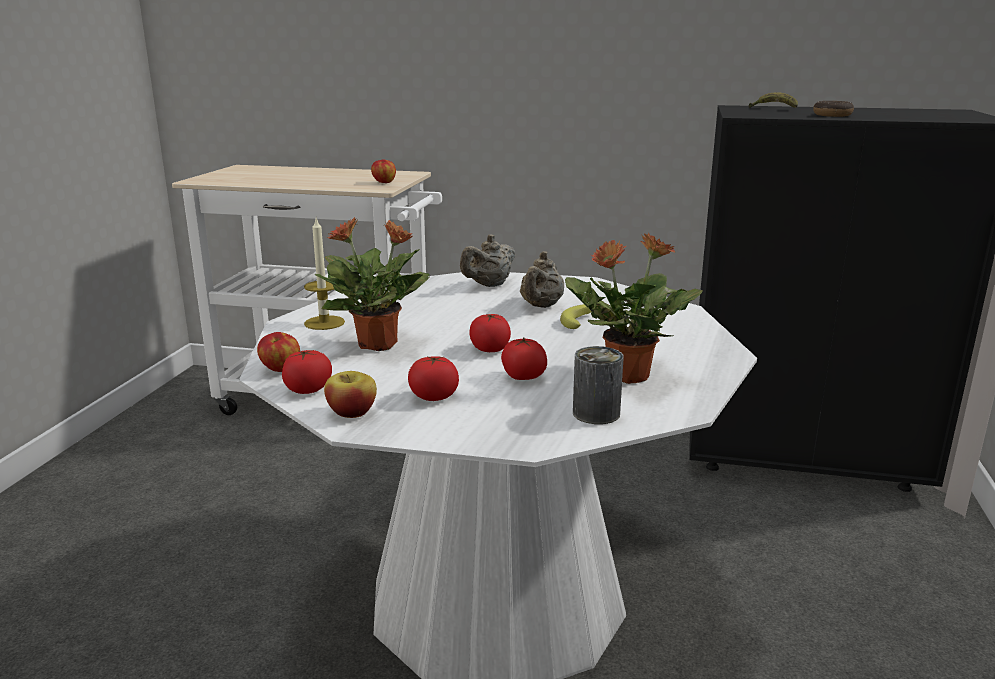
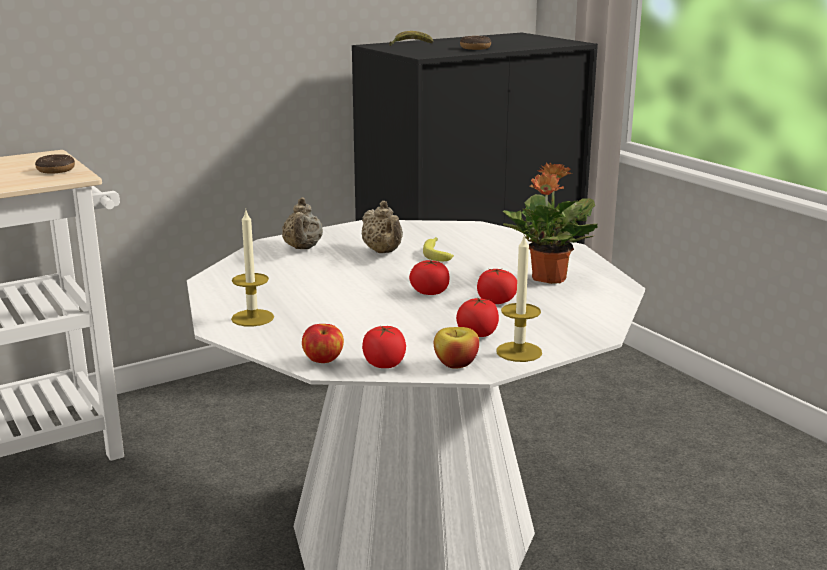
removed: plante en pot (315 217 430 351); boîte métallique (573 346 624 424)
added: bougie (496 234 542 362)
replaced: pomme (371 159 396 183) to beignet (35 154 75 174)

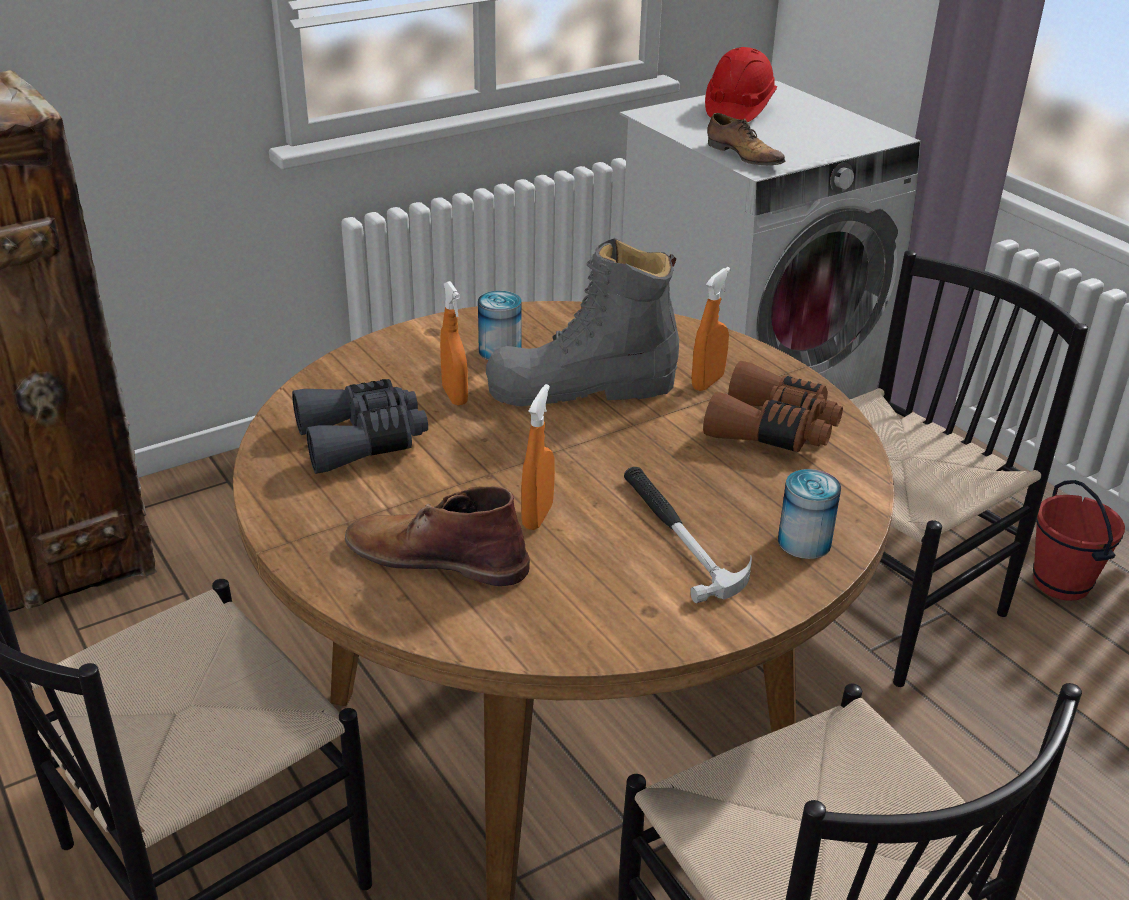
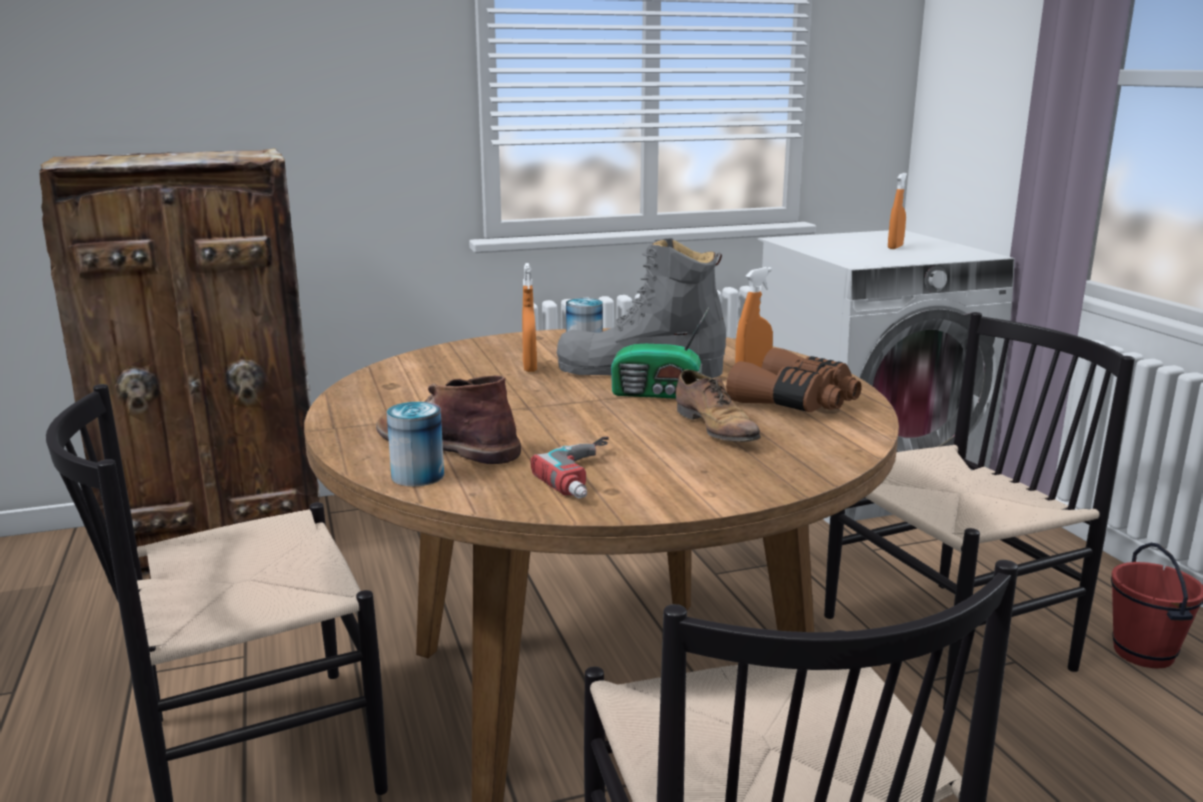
removed: jumelles (gris) (292 379 428 474); marteau (624 467 752 603); casque de chantier (rouge) (705 47 777 122)
added: perceuse (531 437 609 498); radio (611 307 709 399)
moved: boîte métallique (778 469 841 559) to (387 402 444 486); chaussure (707 113 785 170) to (676 370 761 449); vaporisateur (orange) (521 384 555 530) to (888 173 907 249)

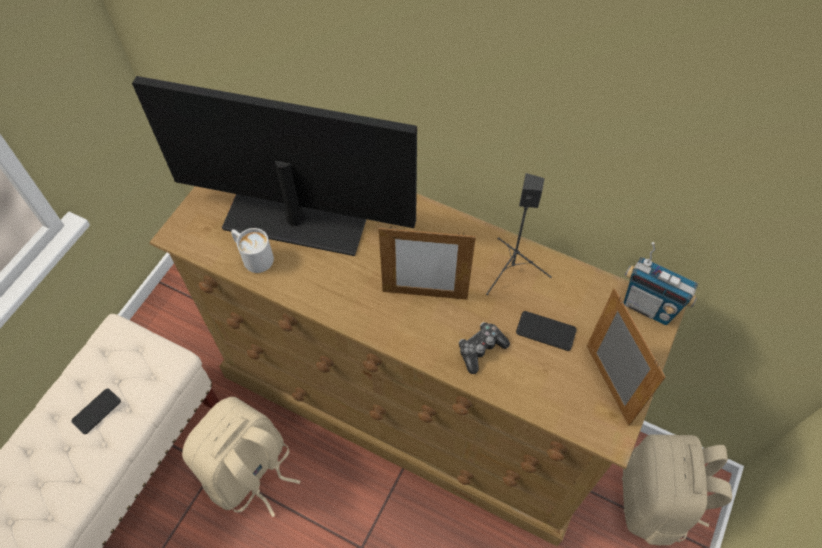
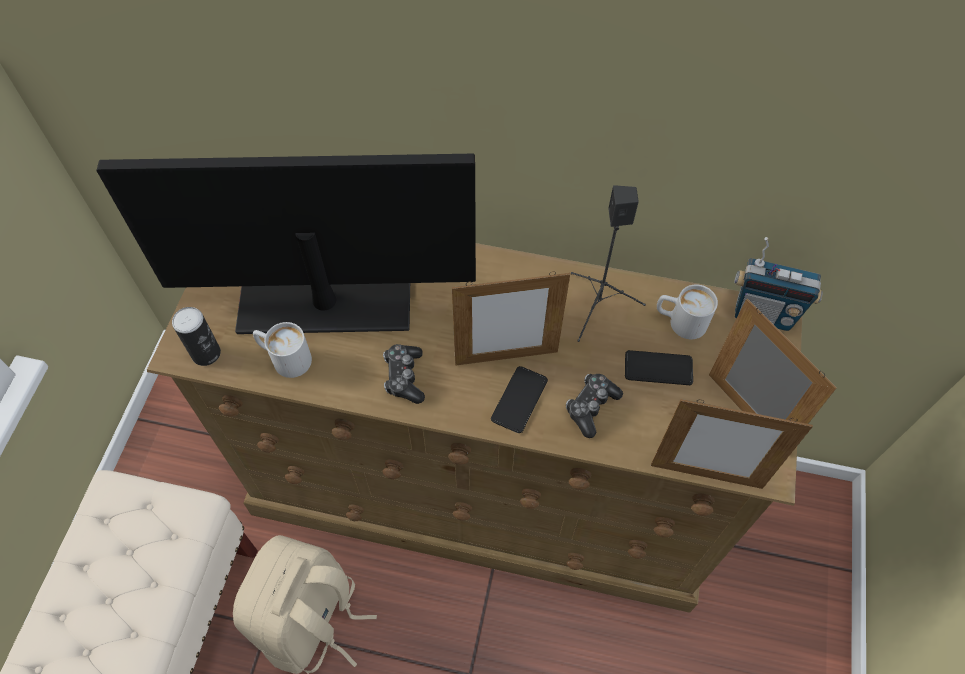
removed: sac à dos (beige) (622 434 732 545)
added: boîte métallique (172 307 221 366); manette (383 344 425 404); cadre photo (651 399 813 489); mug (blanc) (657 284 718 339)
moved: téléphone (71 388 121 434) to (491 366 548 433)

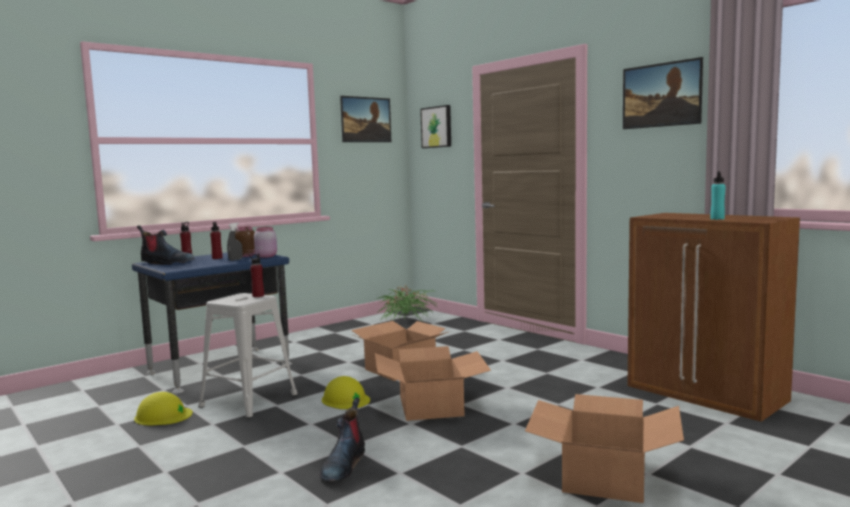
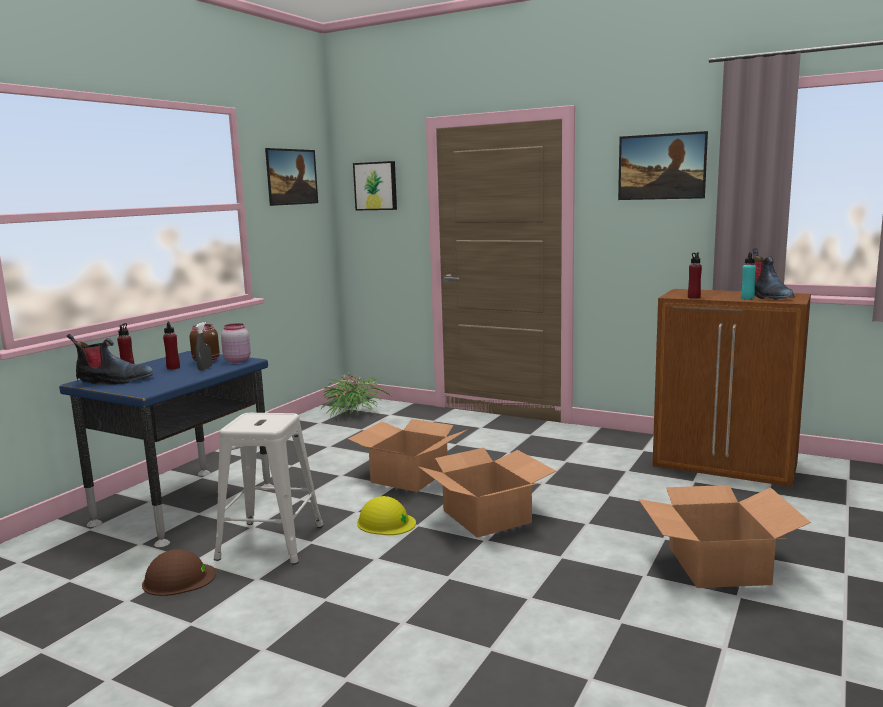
moved: bouteille (rouge) (249 253 264 297) to (688 252 702 299); botte (320 398 365 481) to (752 248 795 300)
recoloured: casque de chantier (jaune) (134 392 193 425) to casque de chantier (marron) (142 549 216 596)

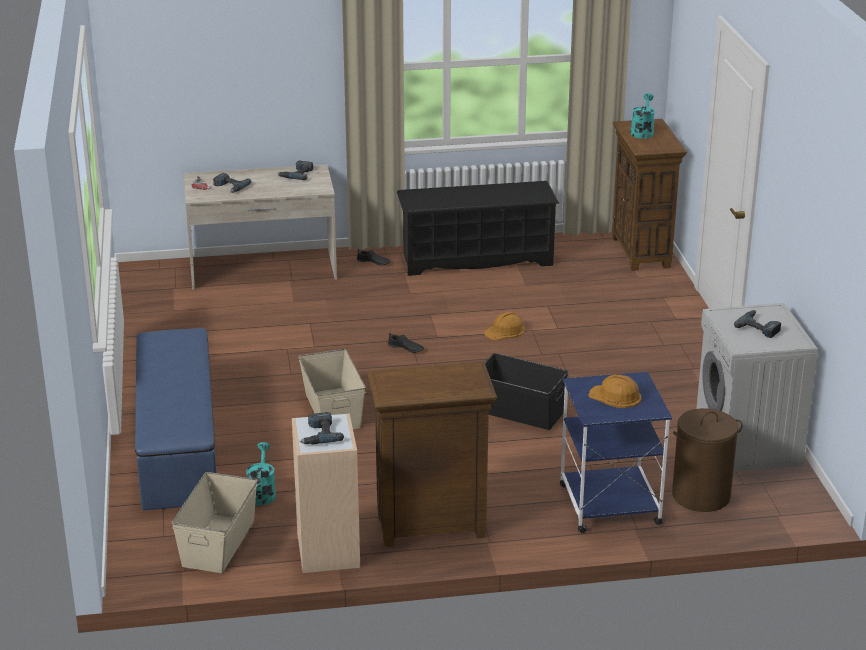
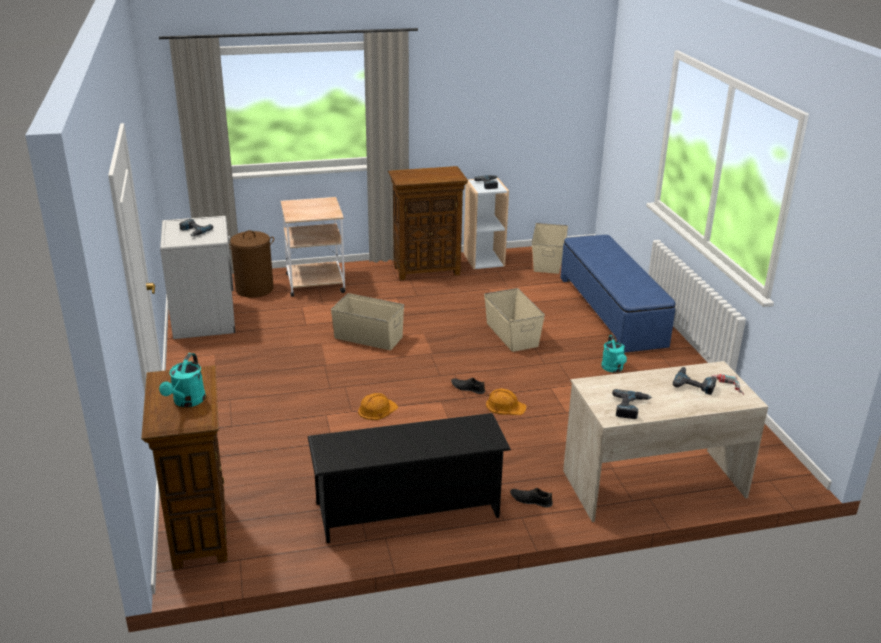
moved: casque de chantier (orange) (588 375 642 408) to (486 389 526 415); arrosoir (turquoise) (246 442 276 506) to (601 335 627 373)
recoloured: chariot (bleu) (560 372 672 533) to chariot (beige) (281 197 346 297); boîte de rangement (noir) (485 353 568 430) to boîte de rangement (beige) (331 293 404 350)

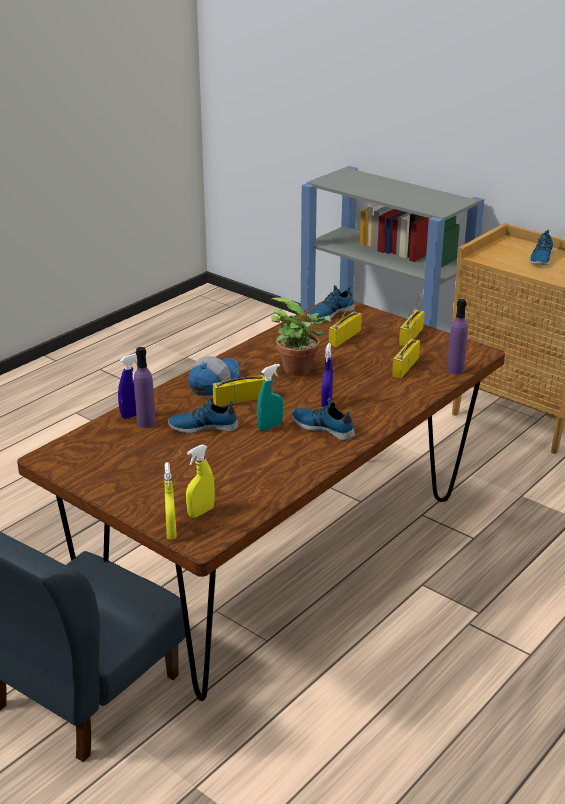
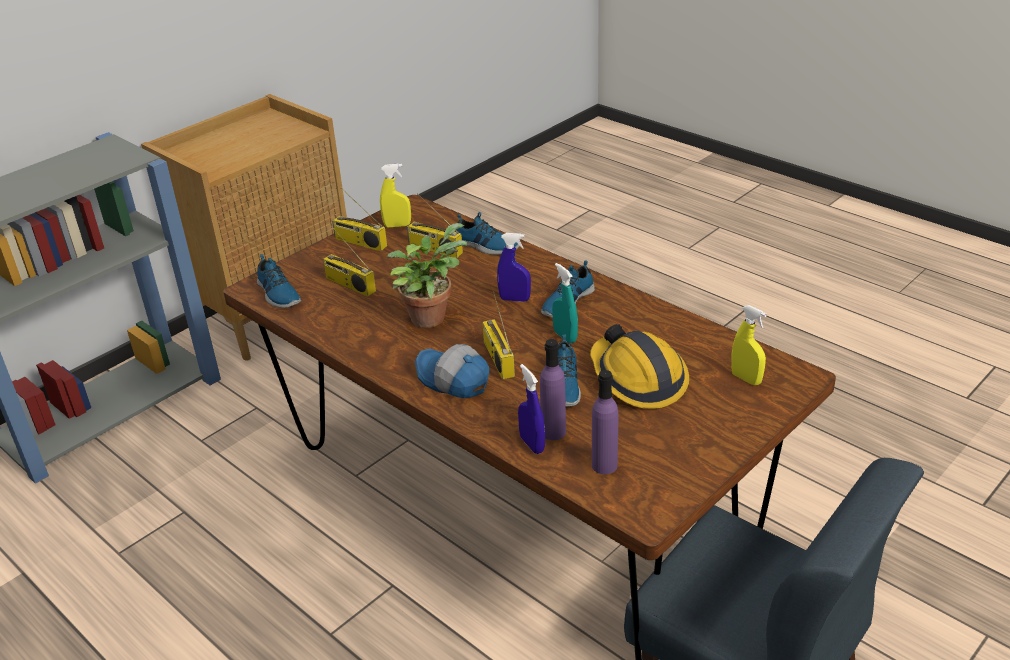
added: casque de chantier (590 324 689 409)
moved: vaporisateur (jaune) (164 462 177 540) to (380 164 411 227); chaussure (529 230 553 265) to (455 212 520 255); bouteille (violet) (447 299 468 374) to (592 370 618 474)

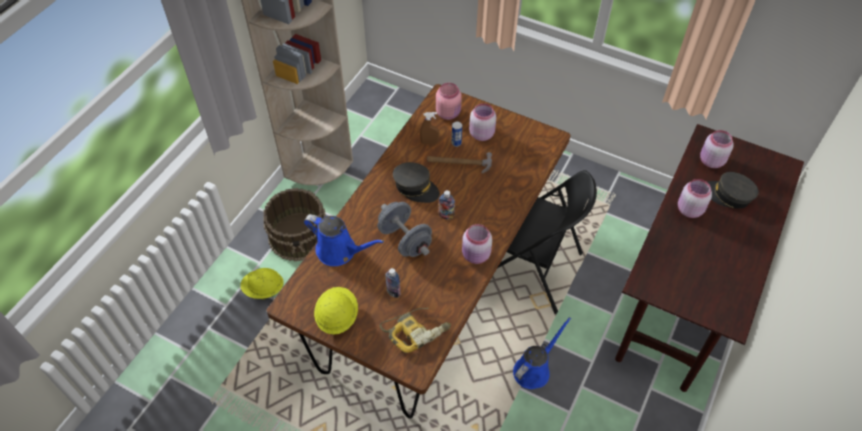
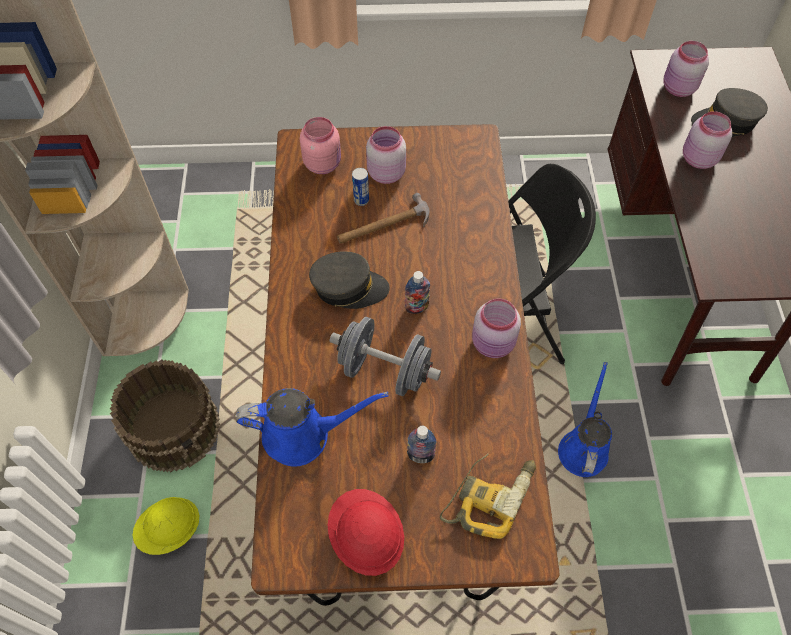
removed: vaporisateur (marron) (420 112 439 144)
recoloured: casque de chantier (jaune) (314 287 358 335) to casque de chantier (rouge) (328 489 404 576)

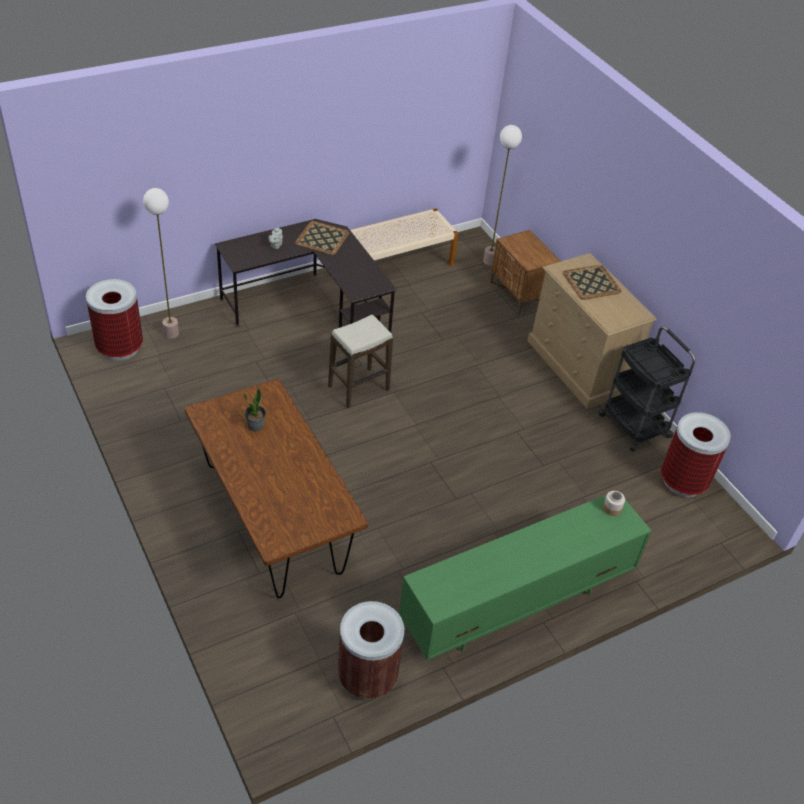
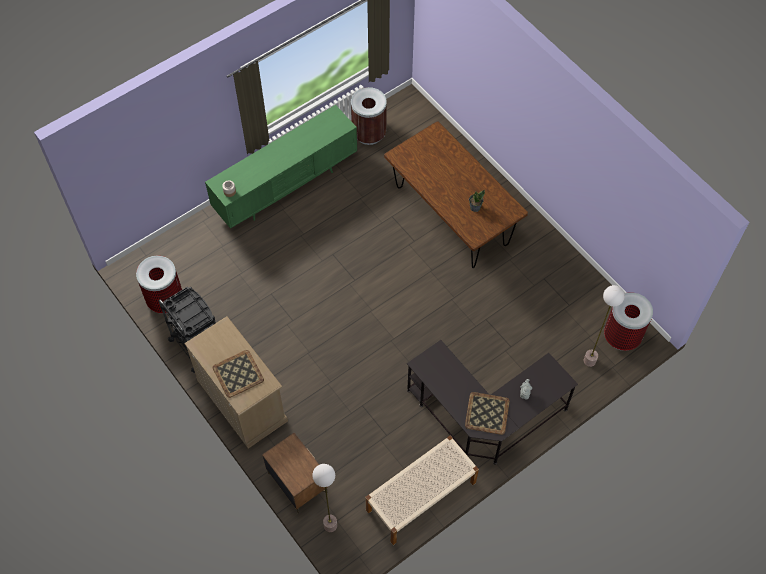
removed: tabouret (328 315 393 408)

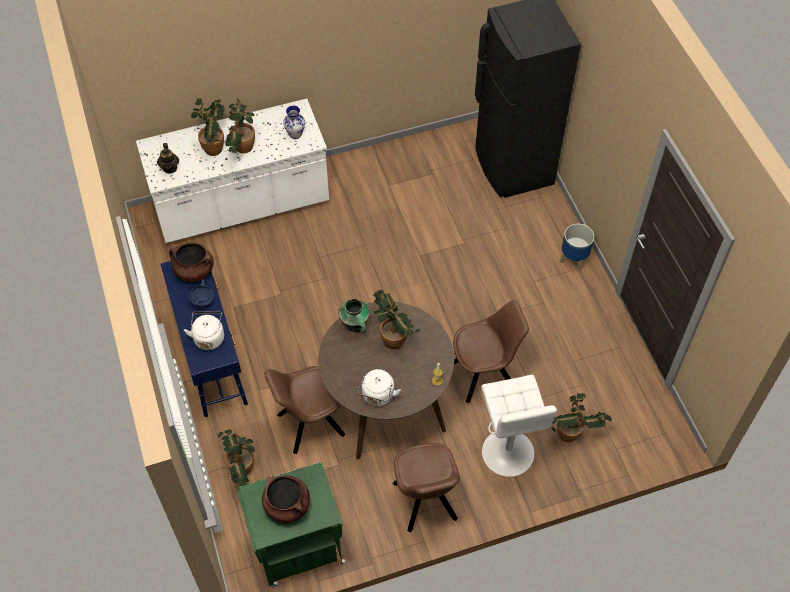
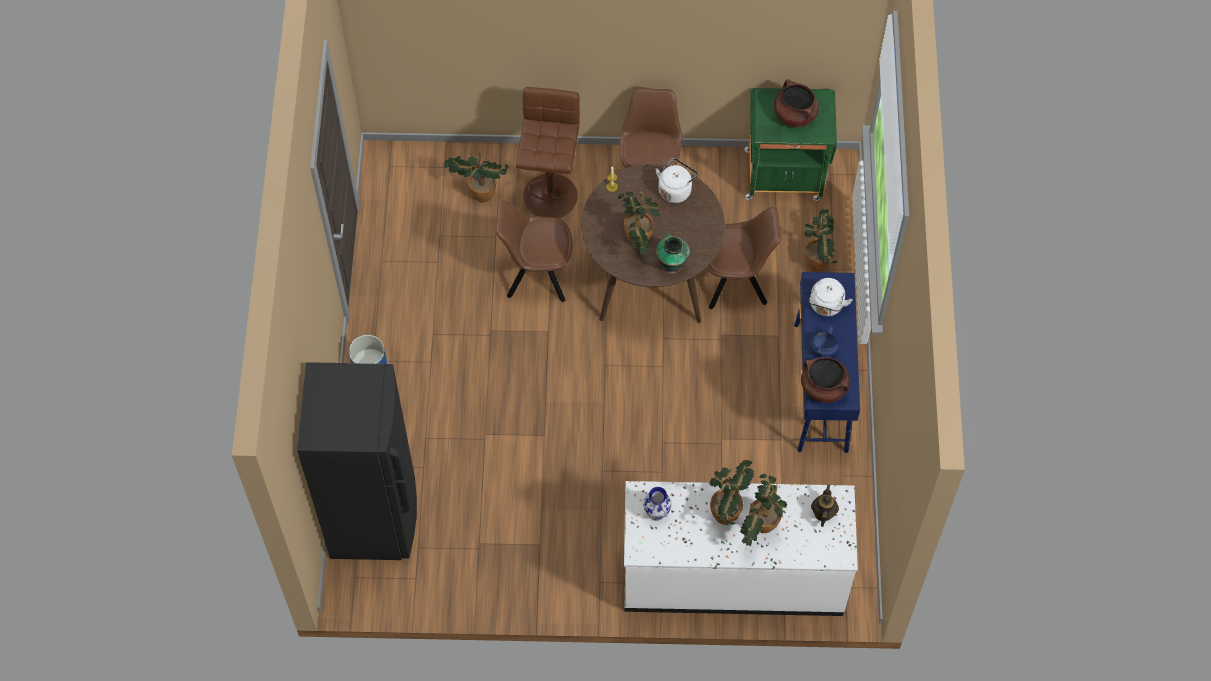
recoloured: tabouret (blanc) (481 375 557 477) to tabouret (marron) (516 87 580 218)

